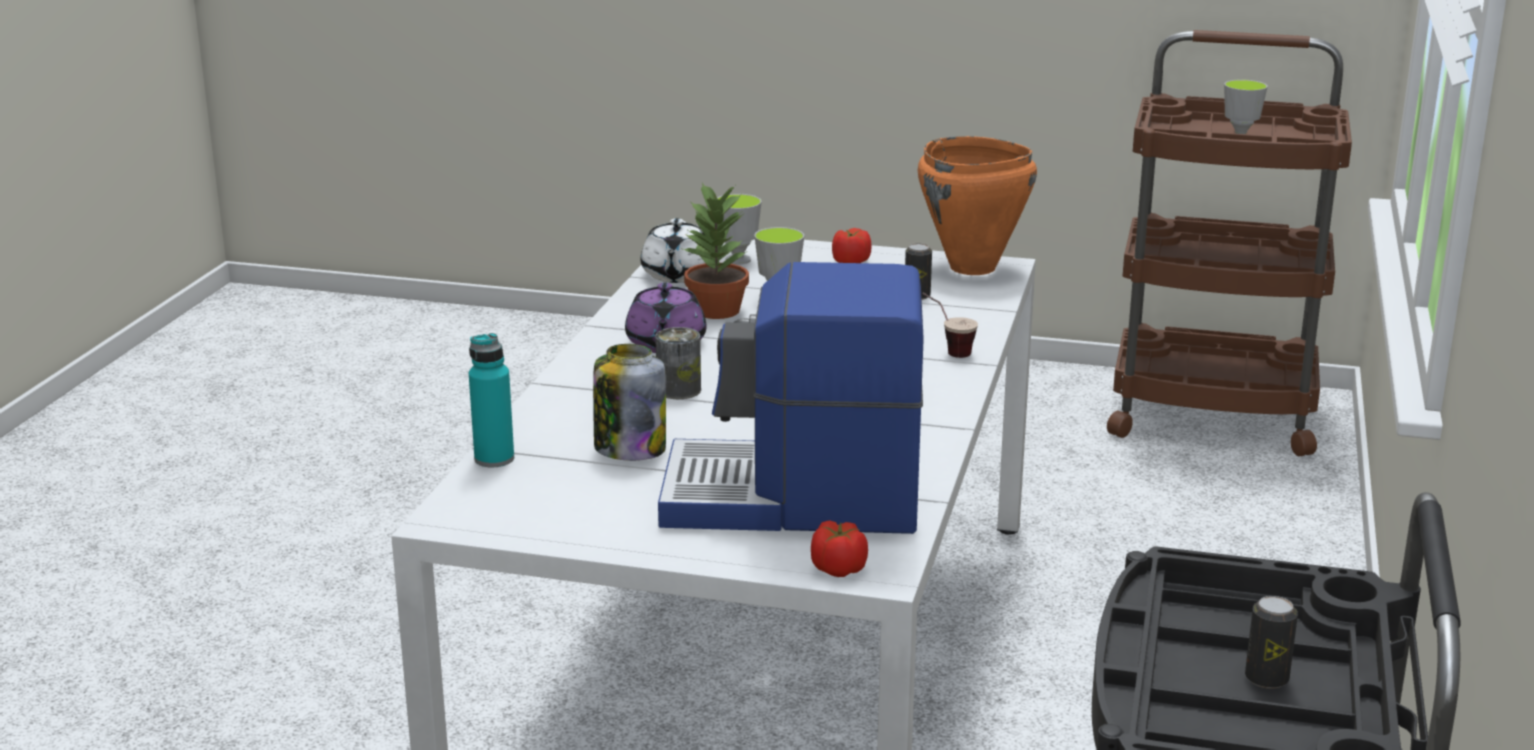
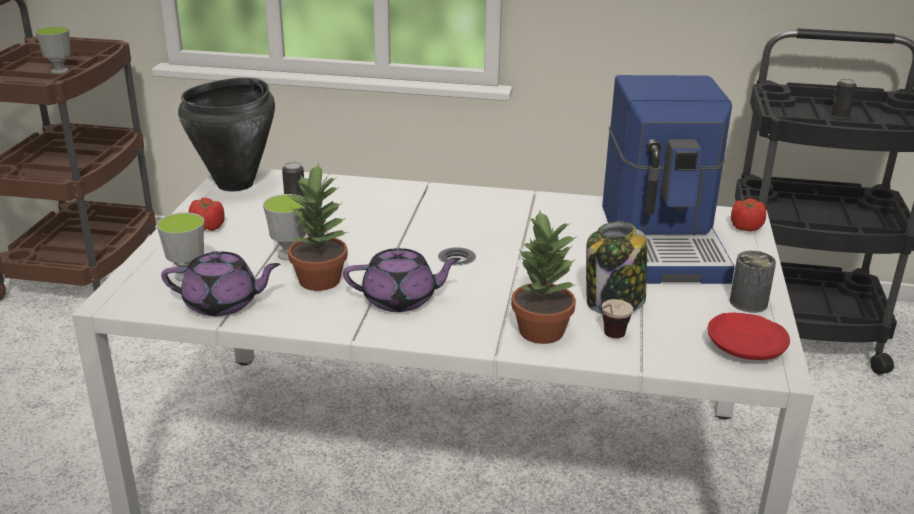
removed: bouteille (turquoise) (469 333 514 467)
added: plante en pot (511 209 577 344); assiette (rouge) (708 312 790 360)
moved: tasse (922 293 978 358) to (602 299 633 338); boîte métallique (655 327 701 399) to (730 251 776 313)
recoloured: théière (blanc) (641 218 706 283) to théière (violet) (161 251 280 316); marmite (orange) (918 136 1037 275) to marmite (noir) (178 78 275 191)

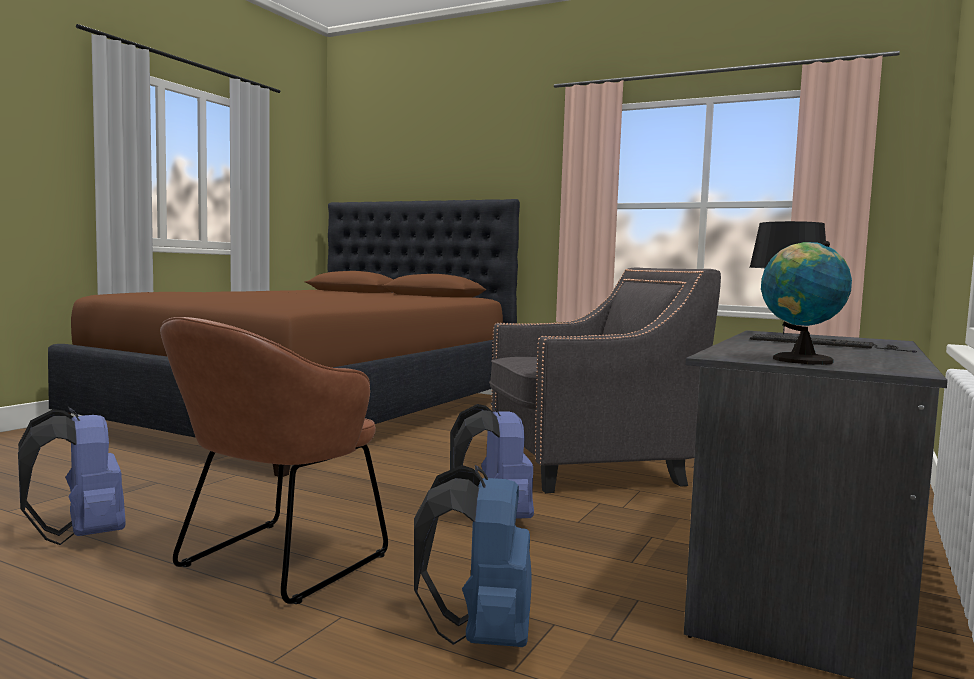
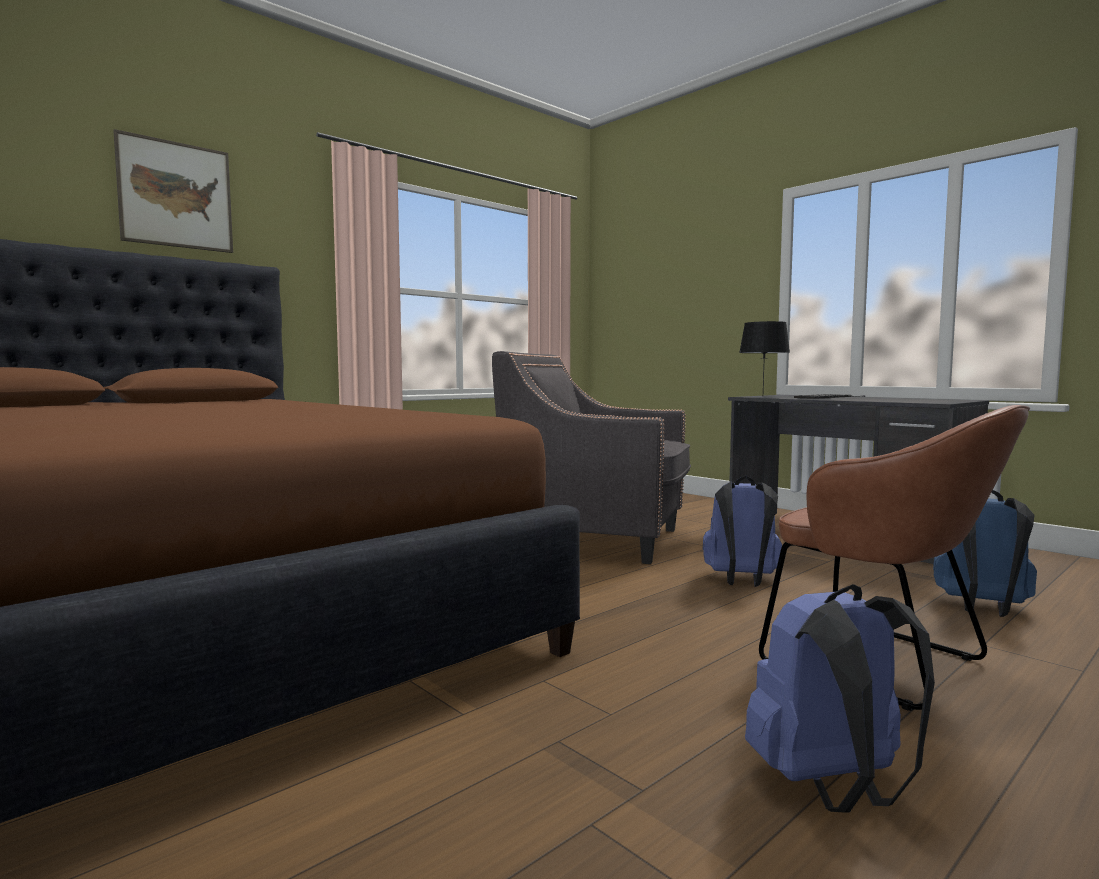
removed: globe (761 241 852 365)
added: tableau (113 129 233 253)
turned: fauteuil (gris) (489 268 721 493) = (492 351 691 564) 75 degrees counterclockwise

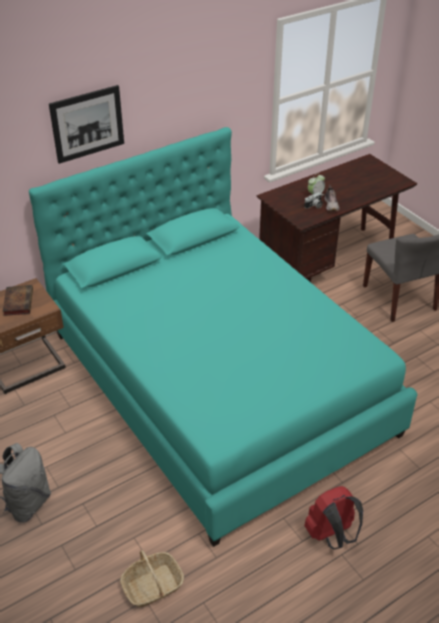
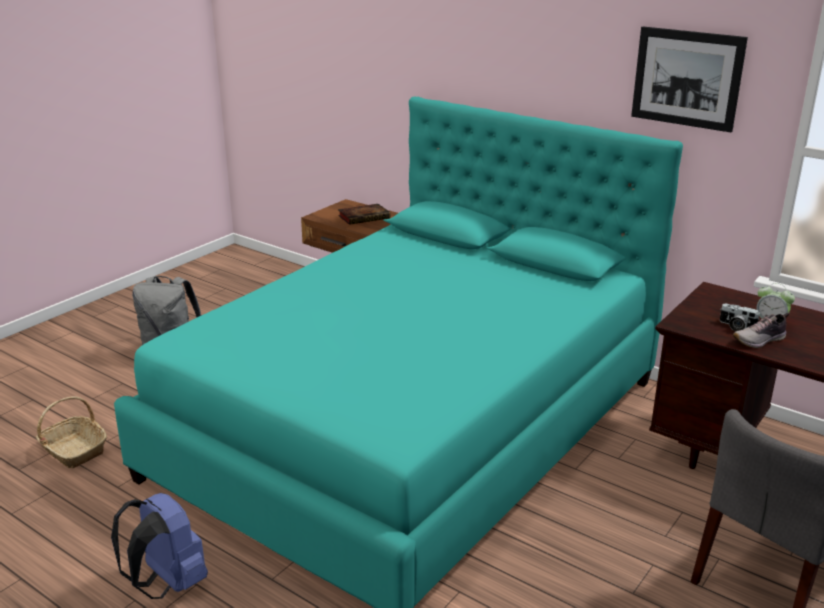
moved: tableau (49 85 124 164) to (631 26 748 132)
recoloured: sac à dos (rouge) (304 486 363 549) to sac à dos (bleu) (111 493 208 599)

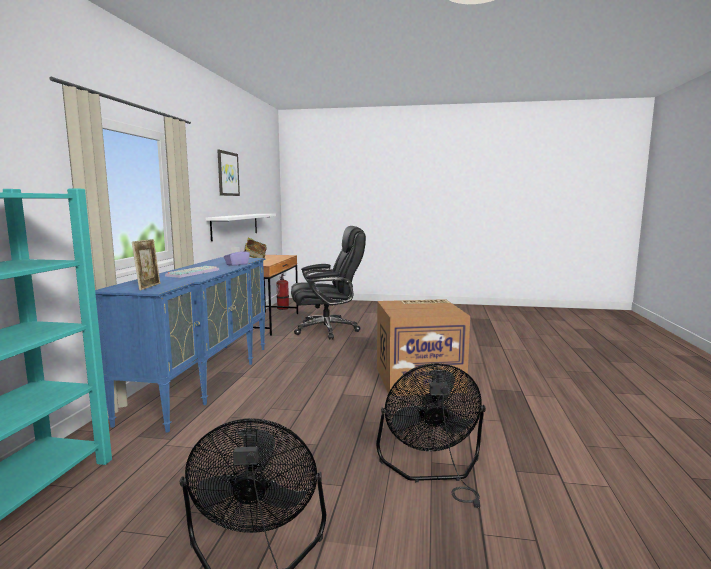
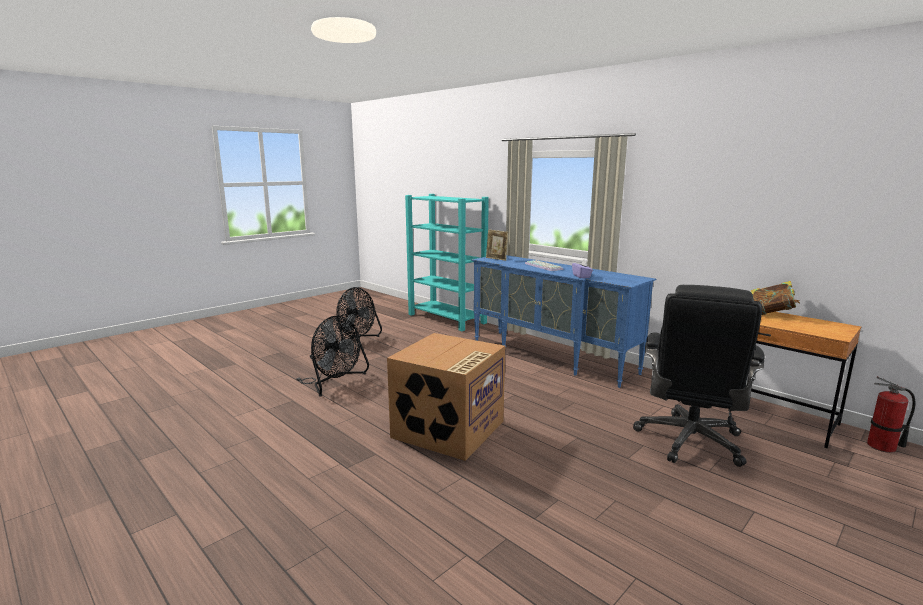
removed: étagère (blanc) (205 214 276 241); tableau (217 150 240 196)

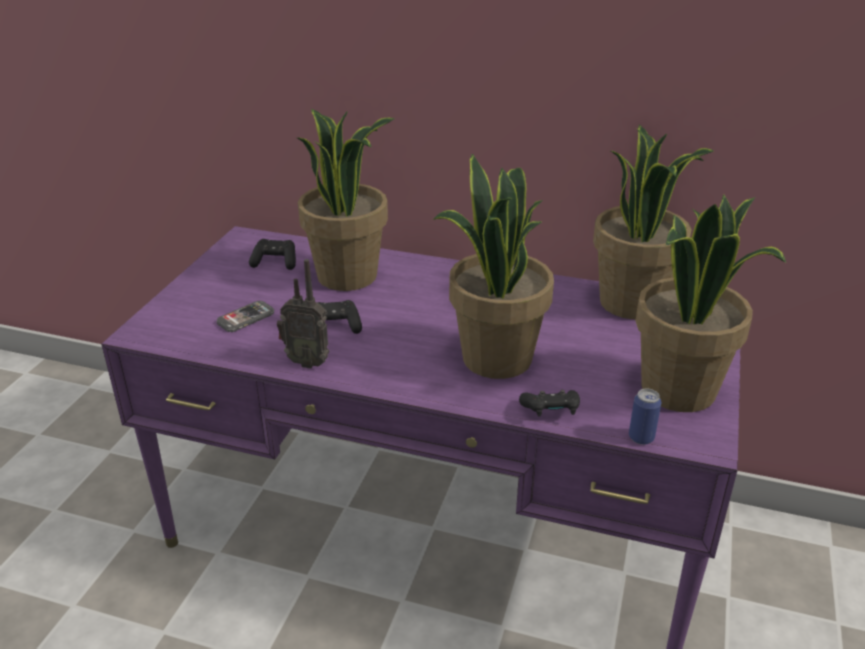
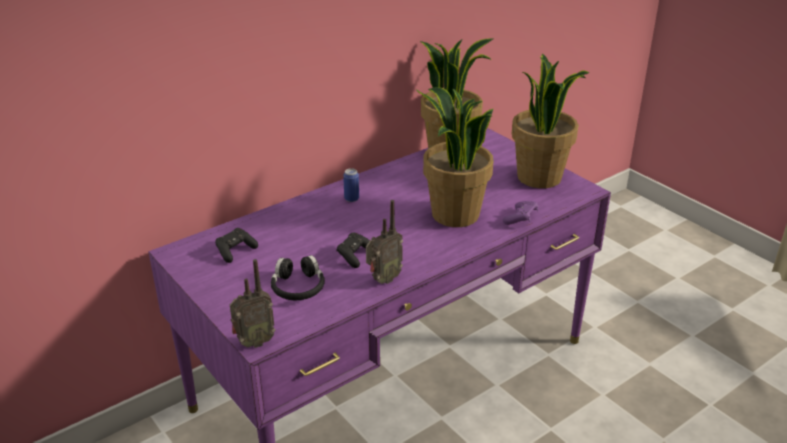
removed: plante en pot (298 109 395 291)
added: radio (230 259 275 348)
moved: boîte métallique (629 389 661 445) to (343 168 359 202)
replaced: téléphone (217 301 274 332) to casque audio (noir) (271 255 325 300)
recoloured: manette (noir) (519 390 580 417) to manette (violet) (503 201 539 225)

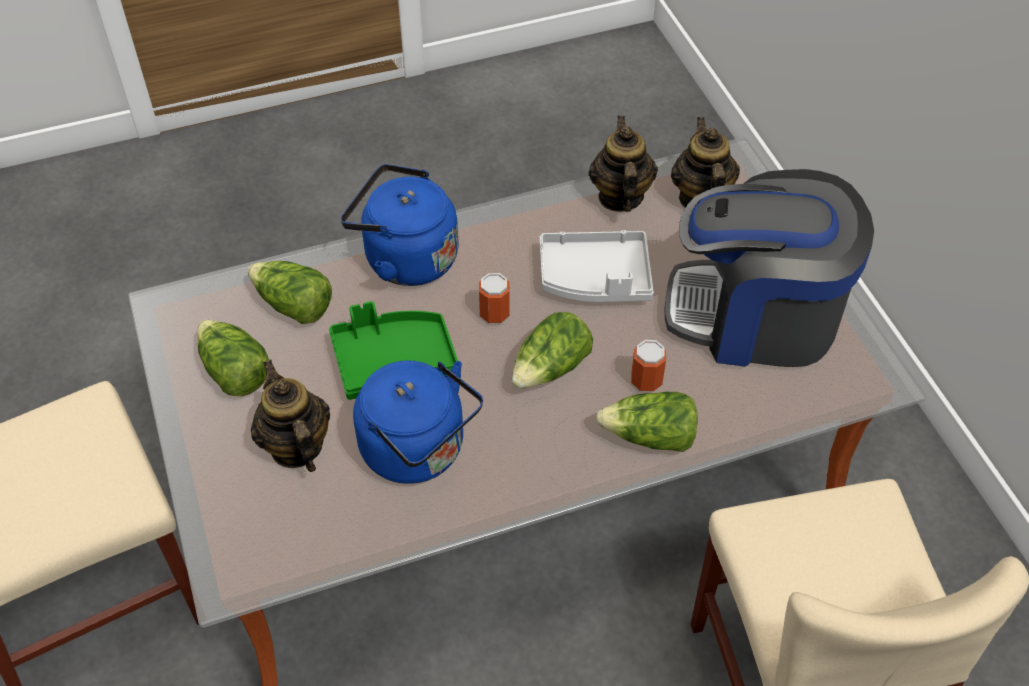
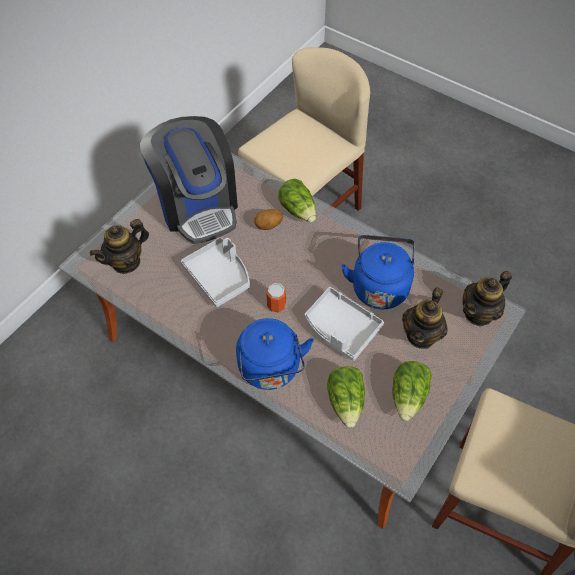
removed: laitue (512 312 593 389)
moved: théière (589 116 658 212) to (462 271 512 326)
replaced: boîte métallique (631 340 666 392) to pomme de terre (254 209 283 230)
recoloured: plateau (vert) (329 301 458 400) to plateau (gris) (305 287 384 361)

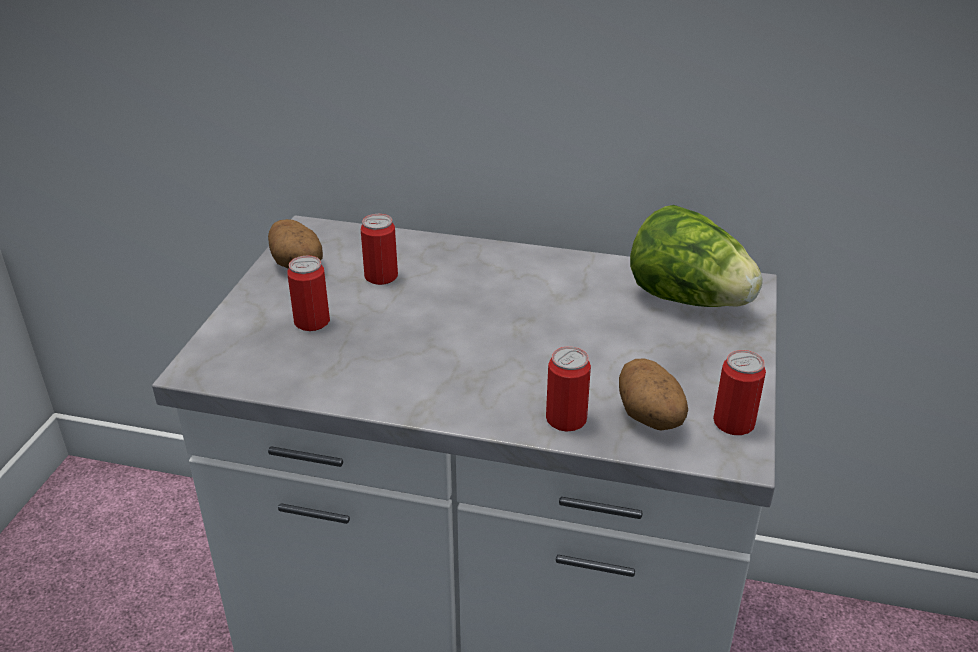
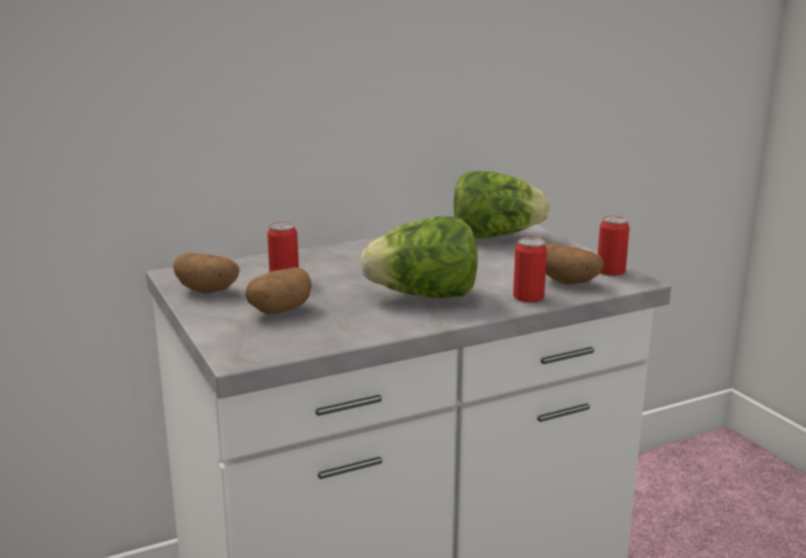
added: laitue (360 216 478 298)
replaced: boîte métallique (287 256 330 331) to pomme de terre (245 267 312 314)

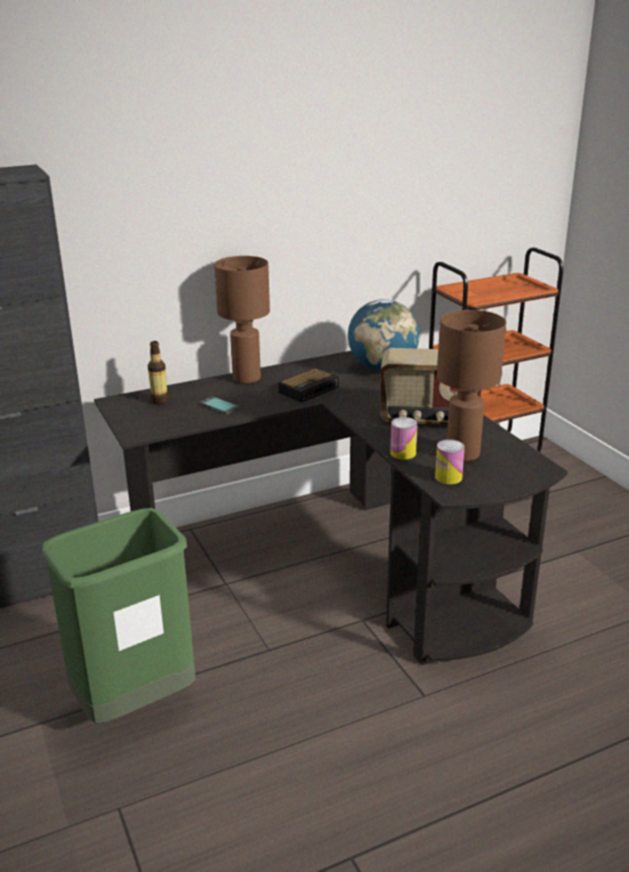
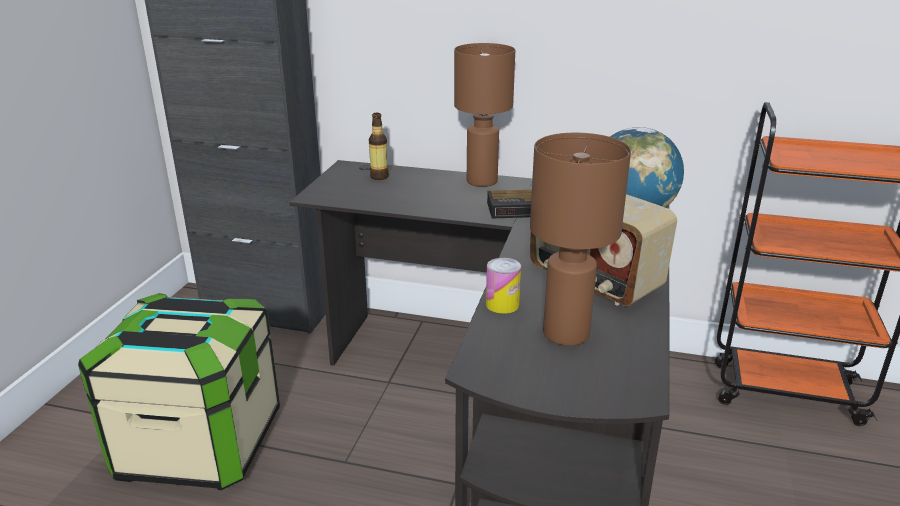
removed: téléphone (200 396 239 414); boîte métallique (435 439 465 484)
replaced: poubelle (vert) (41 508 196 723) to boîte de rangement (78 293 280 490)

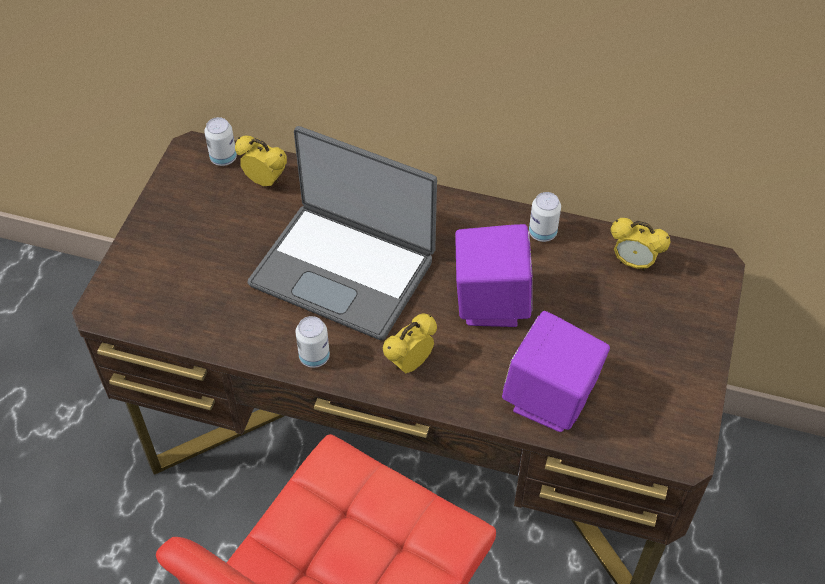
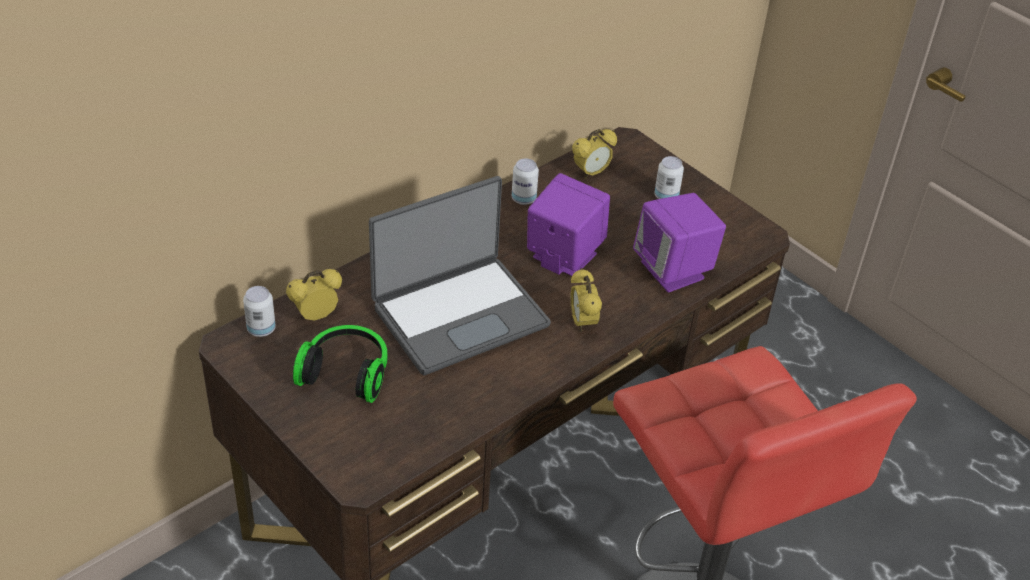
added: casque audio (293 325 387 403)
moved: boîte métallique (296 316 330 368) to (654 156 684 199)

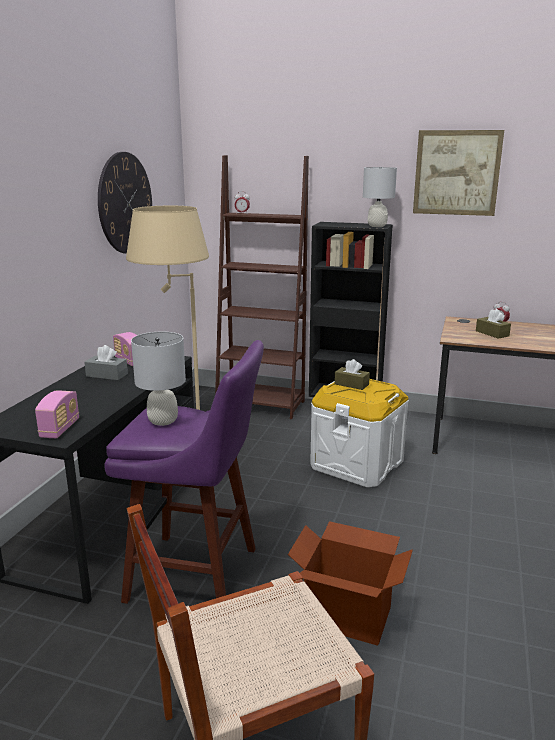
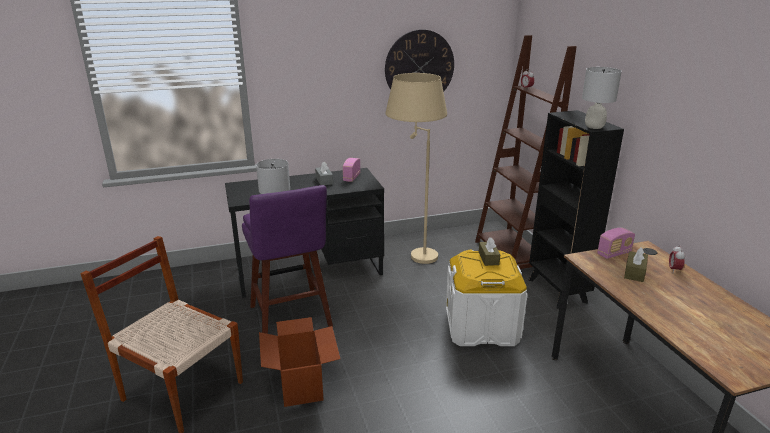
removed: tableau (413 130 504 216)
moved: radio (35 390 79 438) to (597 228 635 259)

